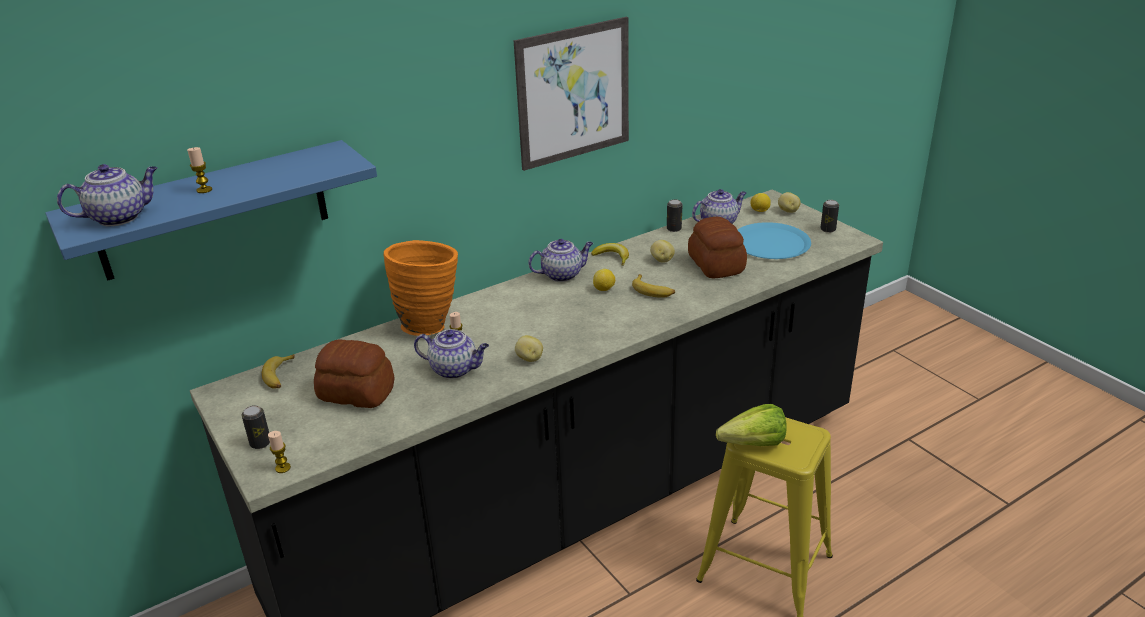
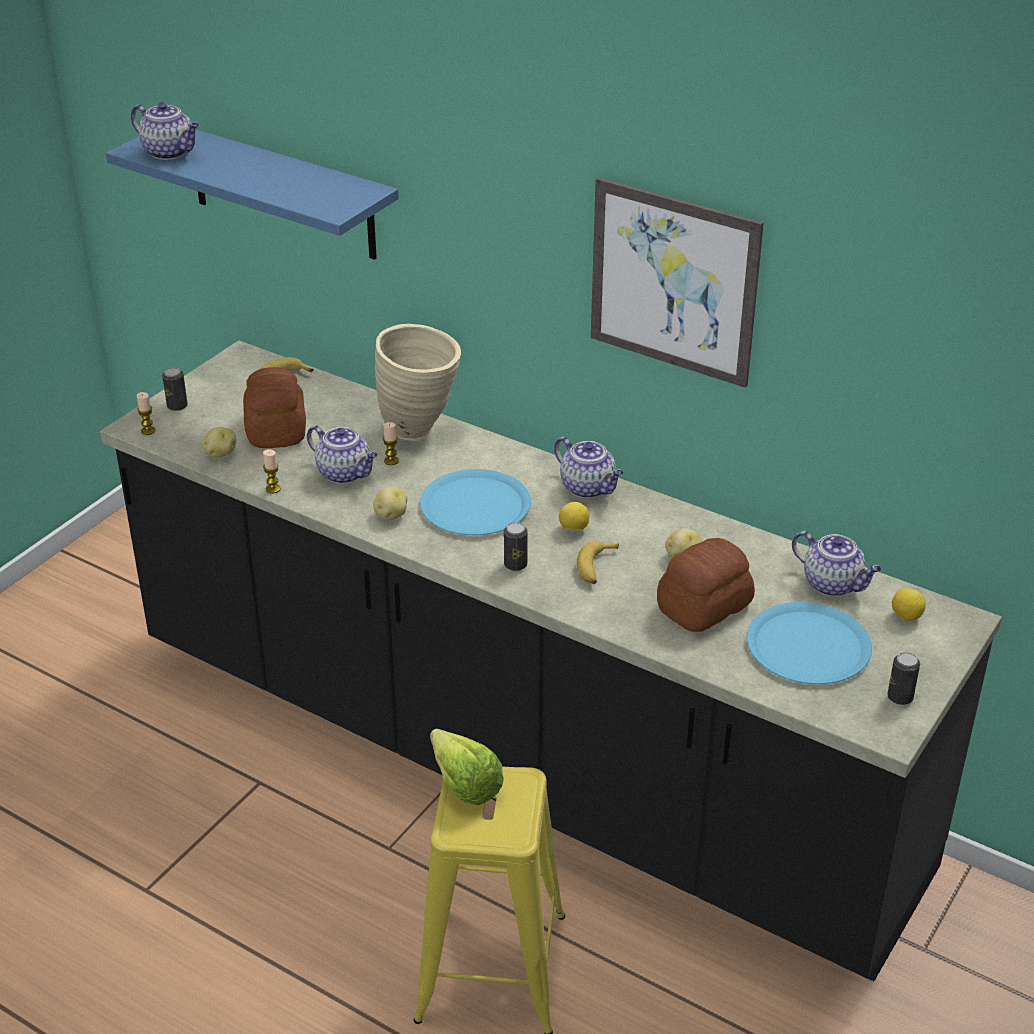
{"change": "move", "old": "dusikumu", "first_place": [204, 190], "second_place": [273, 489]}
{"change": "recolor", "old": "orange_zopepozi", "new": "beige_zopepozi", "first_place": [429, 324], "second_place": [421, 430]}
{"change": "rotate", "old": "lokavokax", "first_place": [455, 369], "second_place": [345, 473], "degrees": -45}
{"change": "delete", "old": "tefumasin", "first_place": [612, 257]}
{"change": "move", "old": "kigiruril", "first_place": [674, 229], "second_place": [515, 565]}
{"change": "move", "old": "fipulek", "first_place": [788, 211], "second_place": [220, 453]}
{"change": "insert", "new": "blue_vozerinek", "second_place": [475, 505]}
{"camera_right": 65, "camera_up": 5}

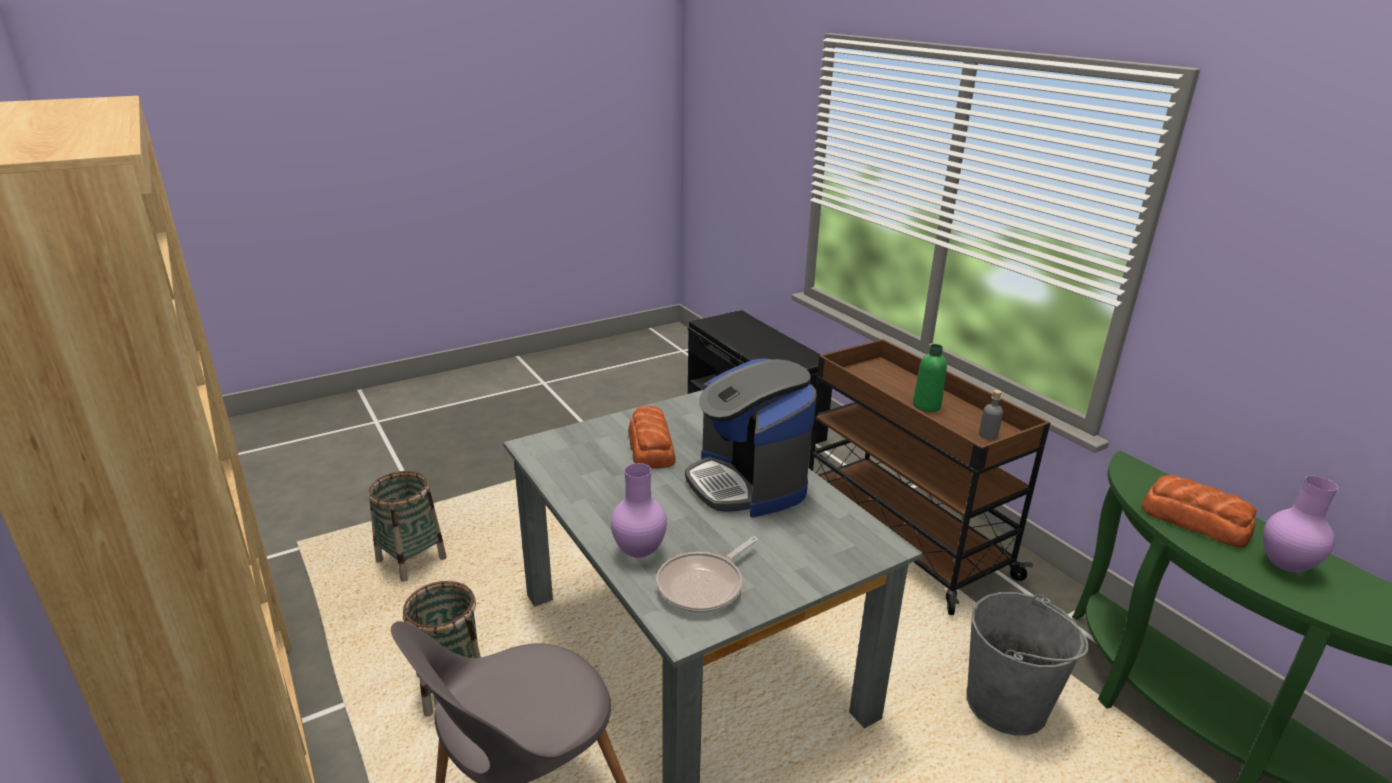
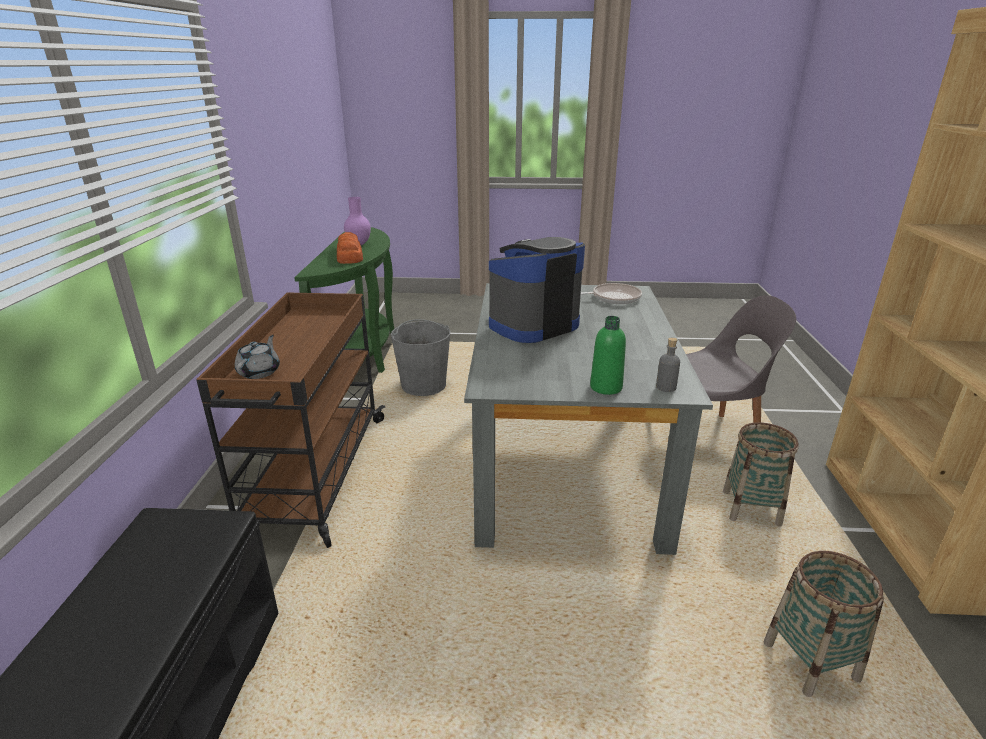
{"change": "delete", "old": "purple_zopepozi", "first_place": [638, 551]}
{"change": "delete", "old": "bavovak", "first_place": [651, 447]}
{"change": "rotate", "old": "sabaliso", "first_place": [747, 483], "second_place": [532, 325], "degrees": -135}
{"change": "move", "old": "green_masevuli", "first_place": [926, 405], "second_place": [606, 387]}
{"change": "move", "old": "grey_masevuli", "first_place": [988, 435], "second_place": [666, 387]}
{"change": "insert", "new": "grey_lokavokax", "second_place": [259, 372]}
{"camera_right": -145, "camera_up": 0}

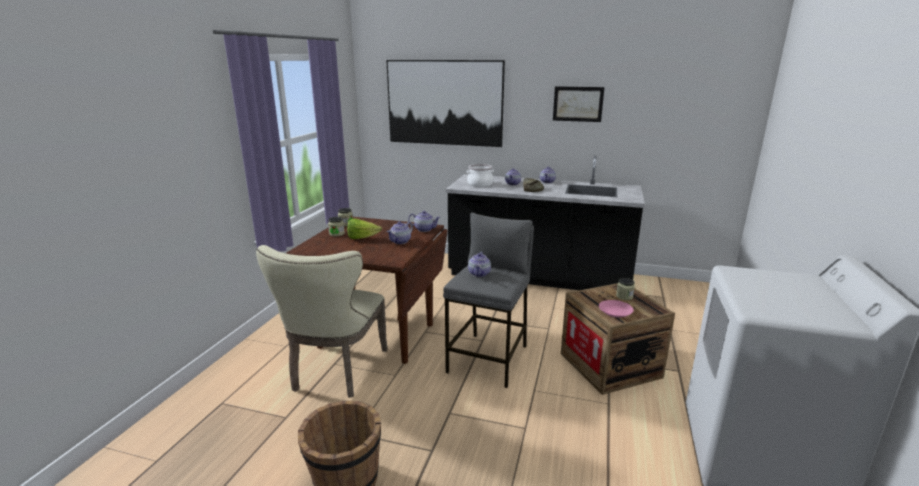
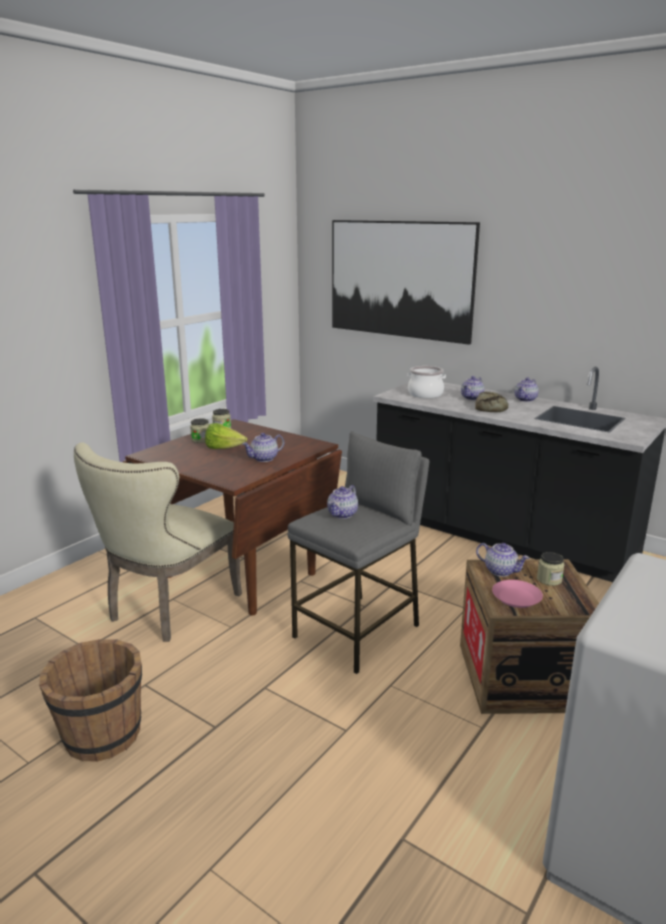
{"change": "move", "old": "lokavokax", "first_place": [424, 229], "second_place": [501, 571]}
{"change": "delete", "old": "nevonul", "first_place": [578, 104]}
{"camera_right": 20, "camera_up": 0}

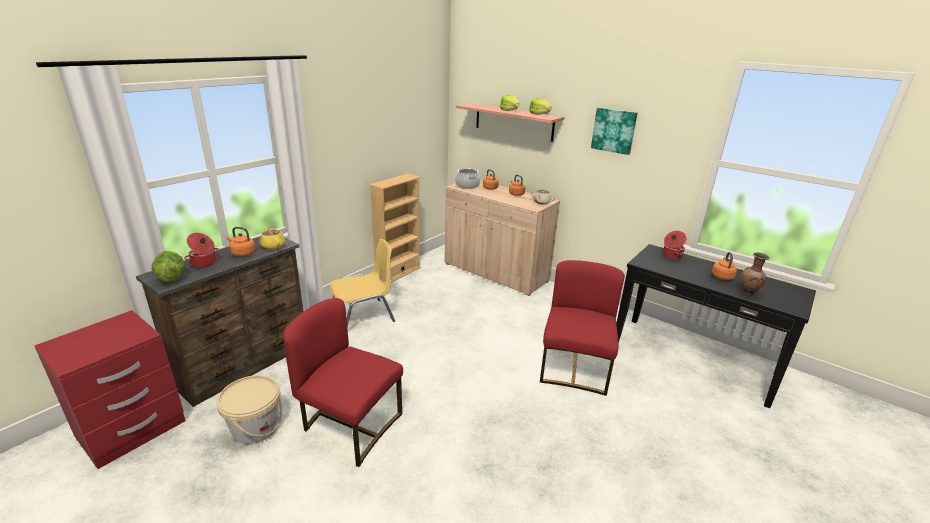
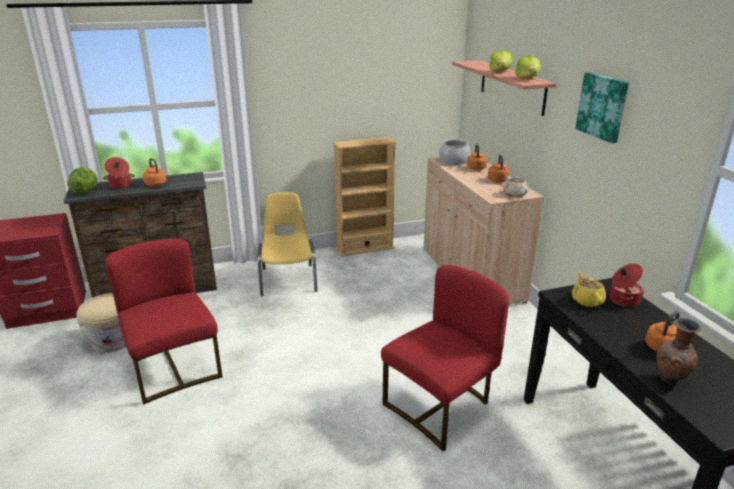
{"change": "move", "old": "yellow_lokavokax", "first_place": [273, 246], "second_place": [586, 300]}
{"change": "rotate", "old": "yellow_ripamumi", "first_place": [363, 316], "second_place": [288, 279], "degrees": -105}
{"camera_right": 35, "camera_up": 0}

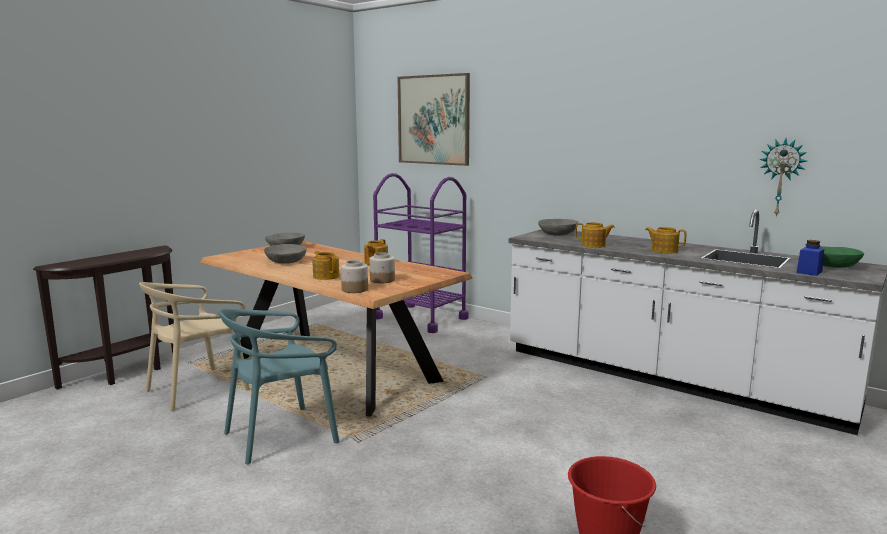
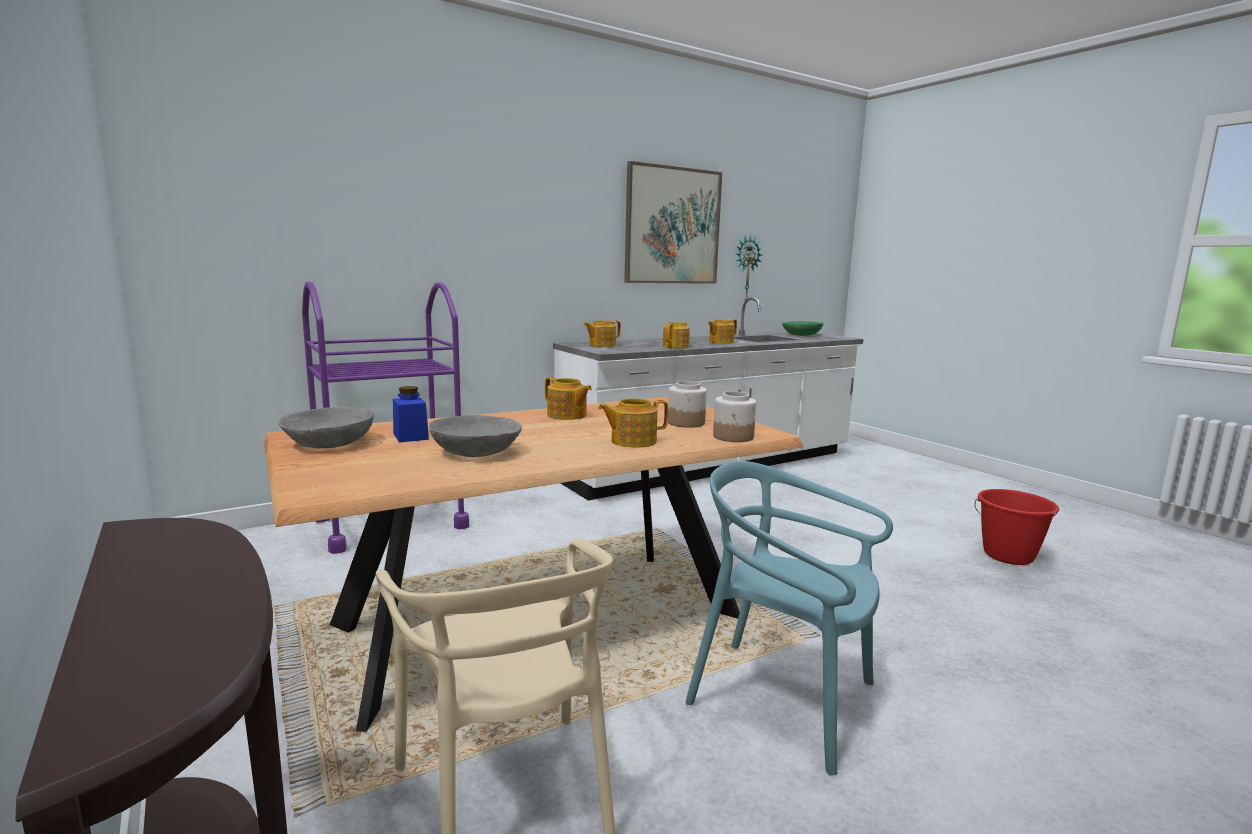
{"change": "rotate", "old": "turquoise_ripamumi", "first_place": [281, 435], "second_place": [782, 698], "degrees": 135}
{"change": "move", "old": "nevonul", "first_place": [433, 120], "second_place": [672, 226]}
{"change": "replace", "old": "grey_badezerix", "new": "lokavokax", "first_place": [557, 234], "second_place": [601, 345]}
{"change": "move", "old": "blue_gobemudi", "first_place": [809, 272], "second_place": [410, 436]}
{"camera_right": -70, "camera_up": 0}

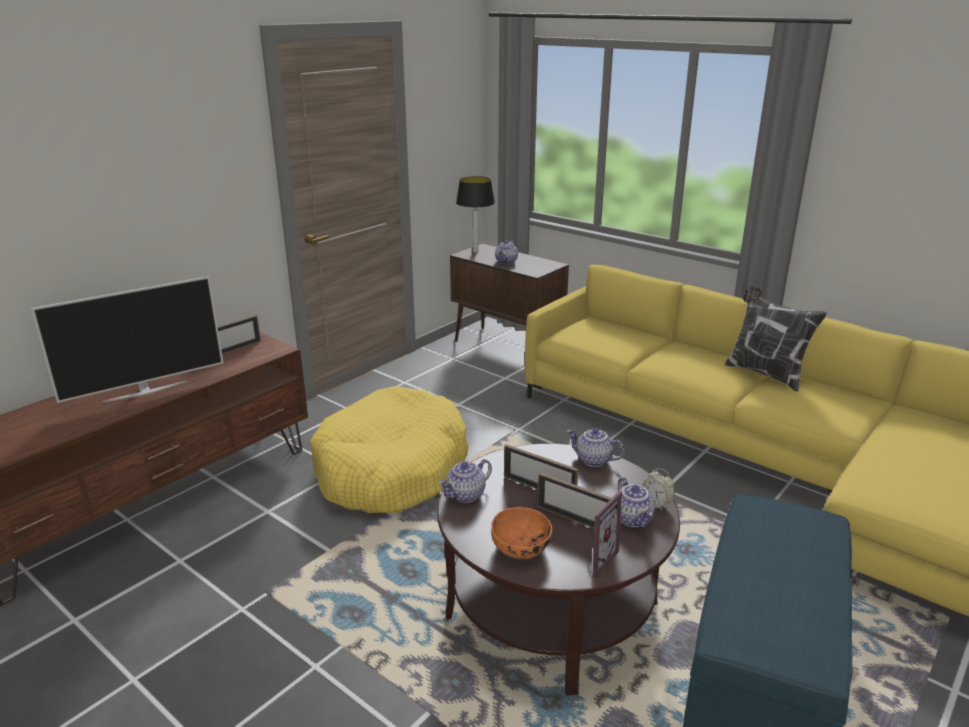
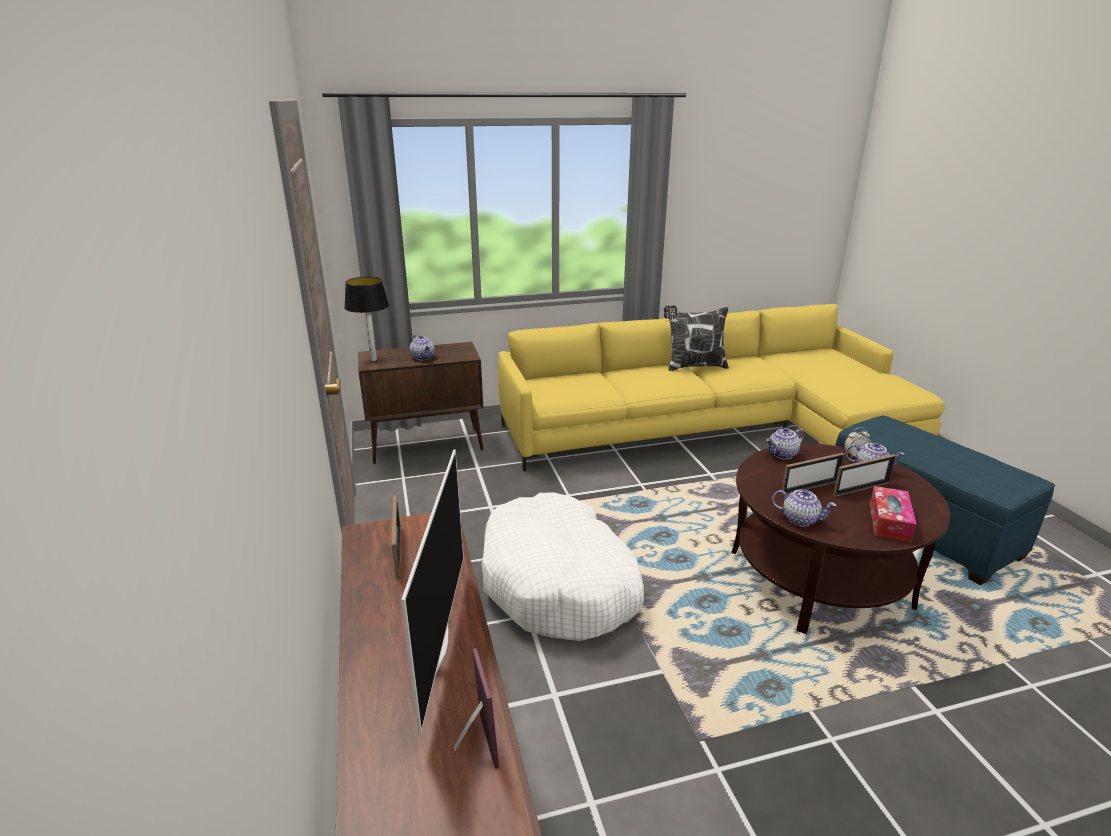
{"change": "recolor", "old": "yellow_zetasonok", "new": "white_zetasonok", "first_place": [391, 469], "second_place": [559, 583]}
{"change": "rotate", "old": "lokavokax", "first_place": [465, 495], "second_place": [800, 519], "degrees": -60}
{"change": "replace", "old": "orange_badezerix", "new": "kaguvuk", "first_place": [520, 548], "second_place": [889, 521]}
{"change": "move", "old": "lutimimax", "first_place": [594, 559], "second_place": [473, 745]}
{"camera_right": -55, "camera_up": 0}

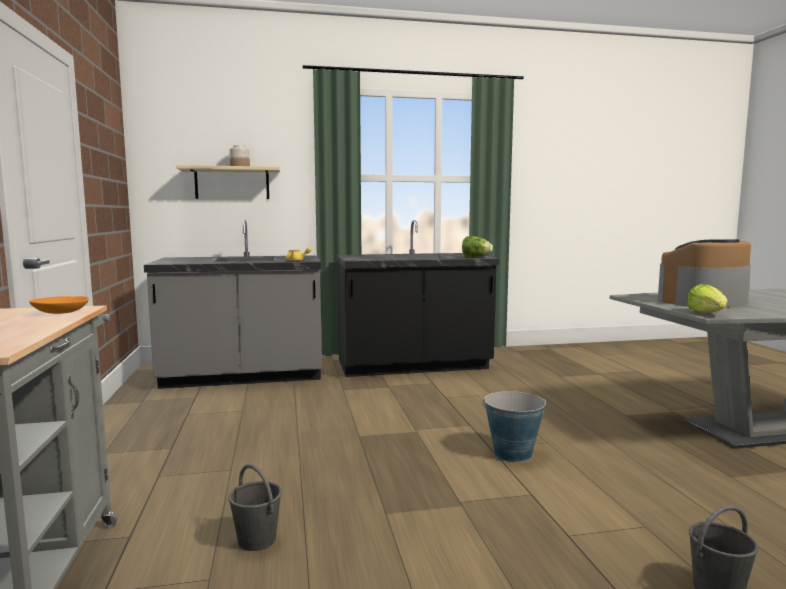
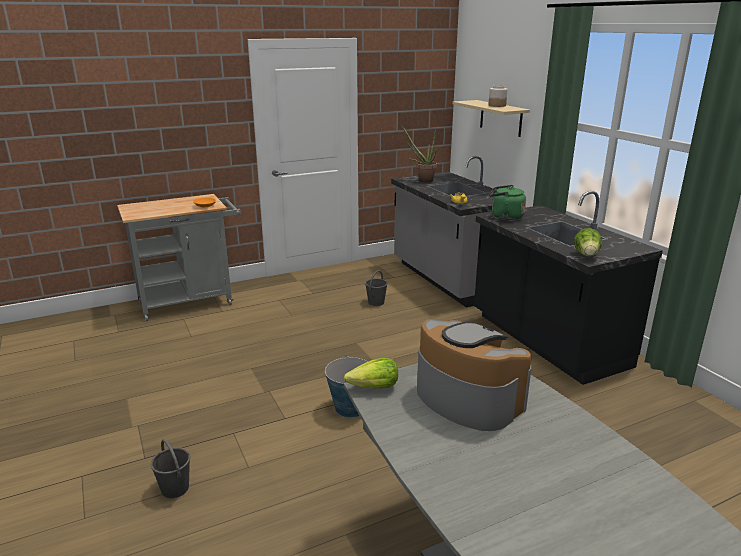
{"change": "move", "old": "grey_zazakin", "first_place": [256, 540], "second_place": [376, 302]}
{"change": "insert", "new": "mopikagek", "second_place": [422, 180]}
{"change": "insert", "new": "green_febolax", "second_place": [505, 217]}
{"camera_right": 75, "camera_up": 15}

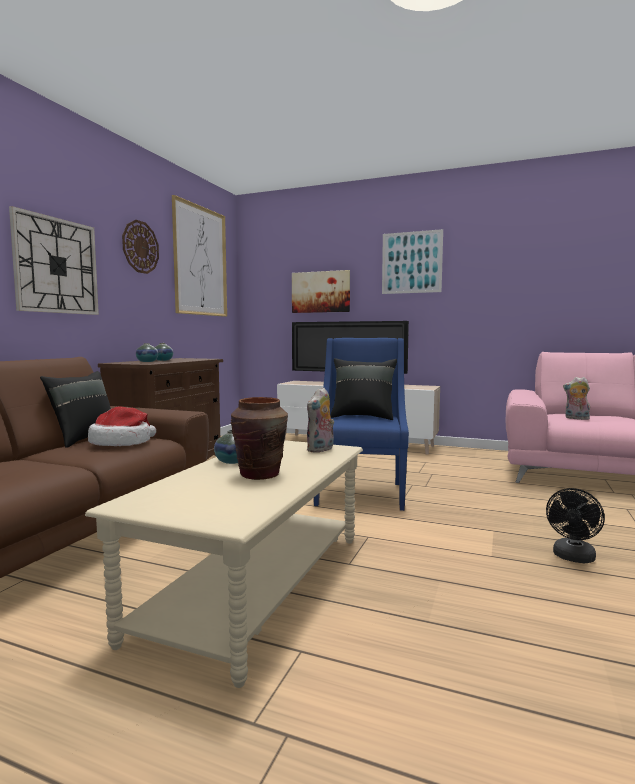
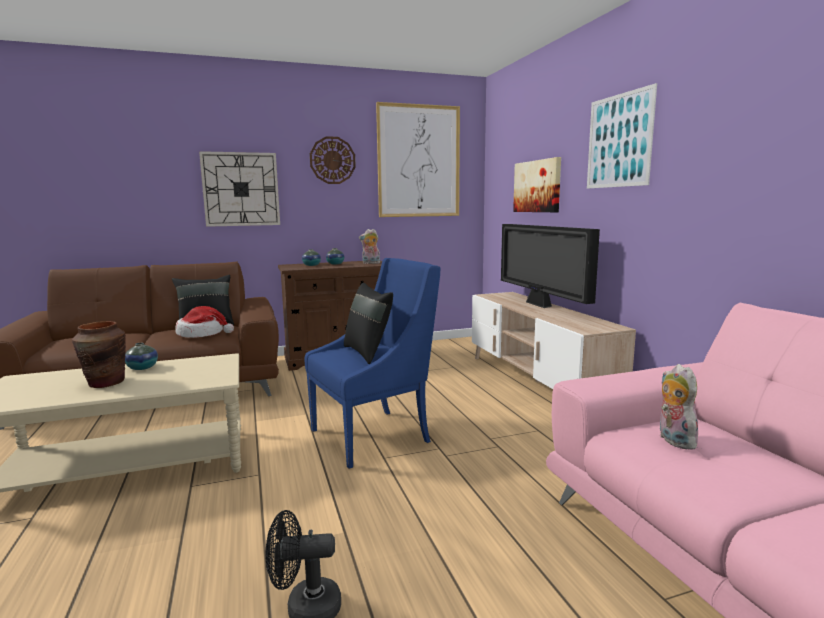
{"change": "move", "old": "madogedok", "first_place": [321, 450], "second_place": [370, 263]}
{"camera_right": 50, "camera_up": 5}

